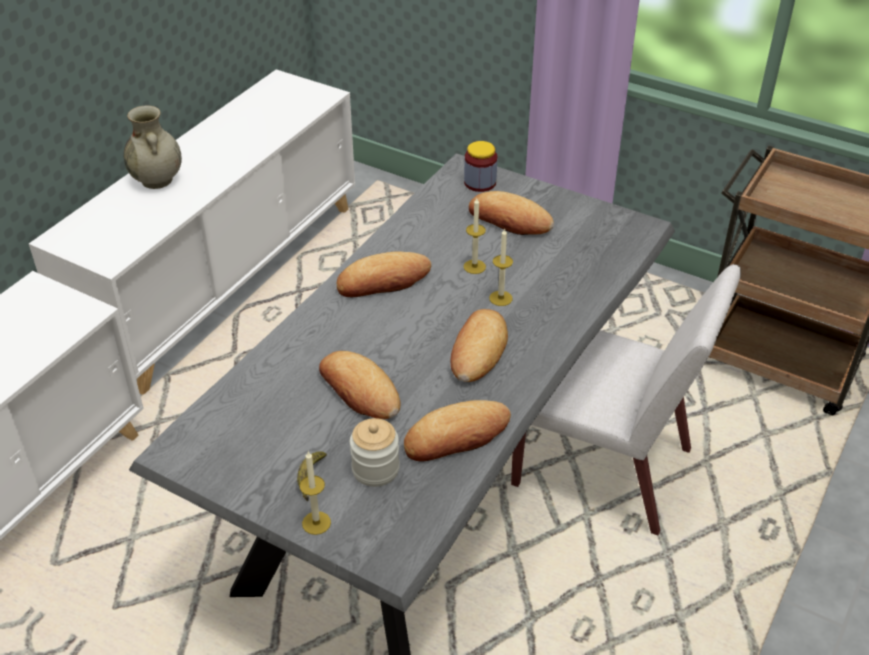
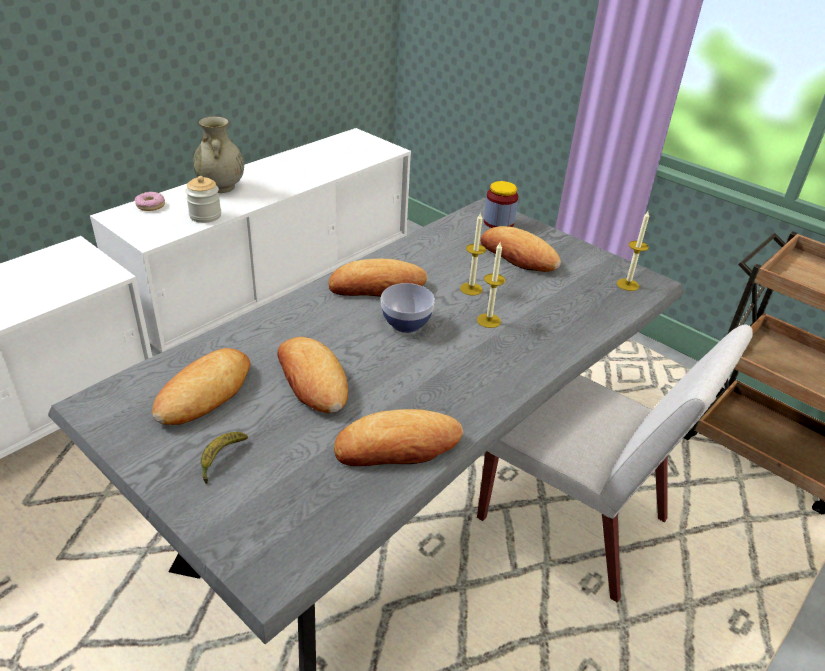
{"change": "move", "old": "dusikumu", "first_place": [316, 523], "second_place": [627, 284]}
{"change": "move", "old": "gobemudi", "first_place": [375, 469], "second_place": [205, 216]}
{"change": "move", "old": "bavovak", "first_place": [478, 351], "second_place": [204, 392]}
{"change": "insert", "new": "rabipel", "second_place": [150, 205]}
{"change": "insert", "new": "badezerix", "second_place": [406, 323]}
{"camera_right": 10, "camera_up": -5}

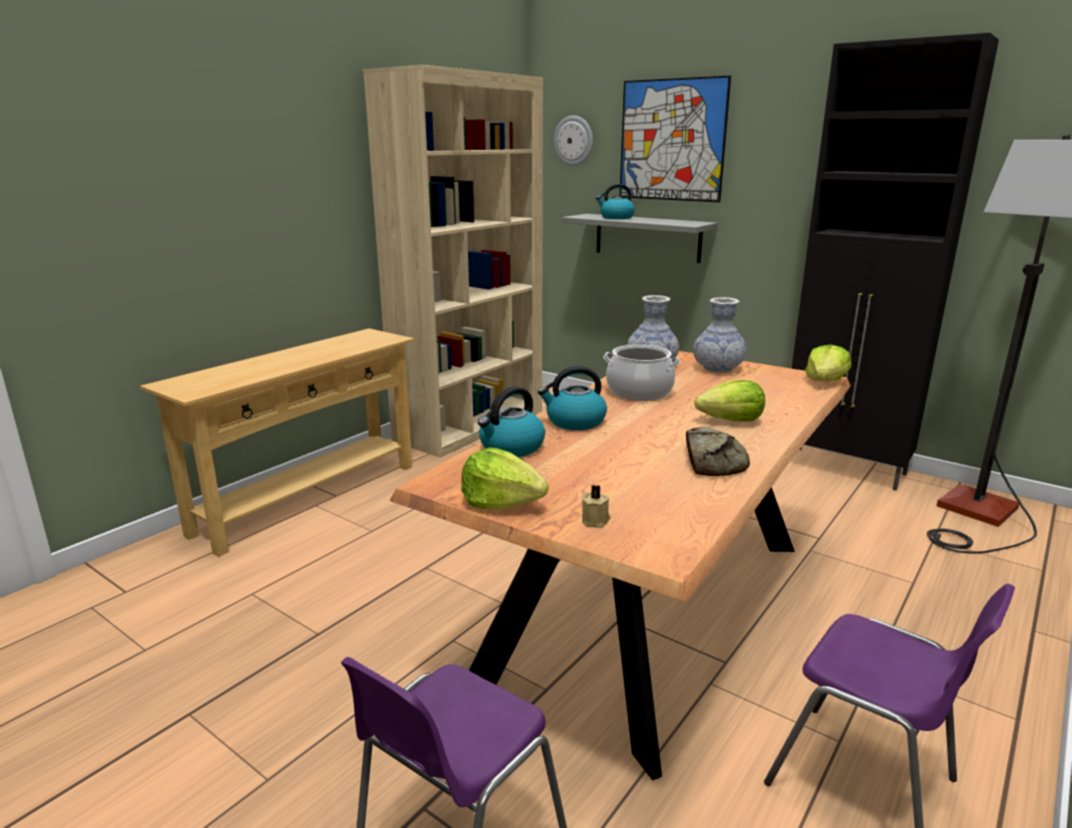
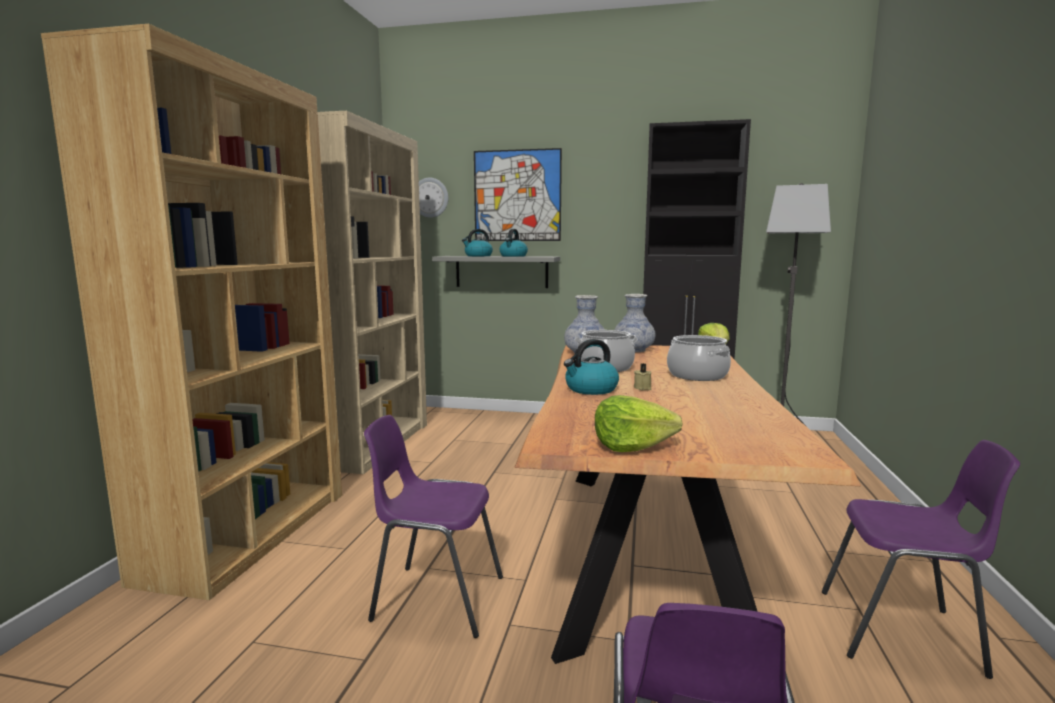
{"change": "replace", "old": "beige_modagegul", "new": "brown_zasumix", "first_place": [308, 498], "second_place": [249, 534]}
{"change": "move", "old": "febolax", "first_place": [511, 447], "second_place": [513, 256]}
{"change": "move", "old": "beige_dusikumu", "first_place": [596, 520], "second_place": [643, 388]}
{"change": "delete", "old": "bavovak", "first_place": [712, 461]}
{"change": "replace", "old": "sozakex", "new": "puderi", "first_place": [731, 420], "second_place": [698, 375]}
{"change": "insert", "new": "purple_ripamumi", "second_place": [435, 598]}
{"camera_right": -25, "camera_up": -10}

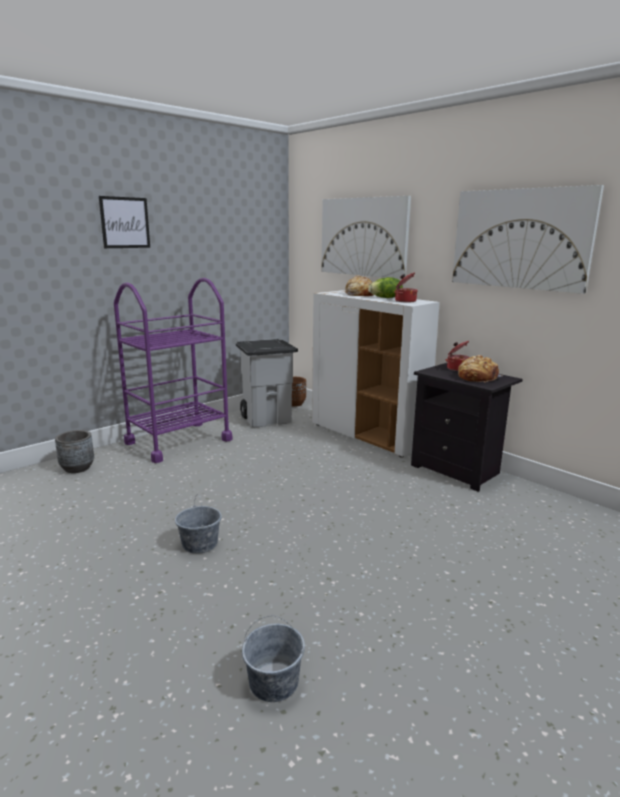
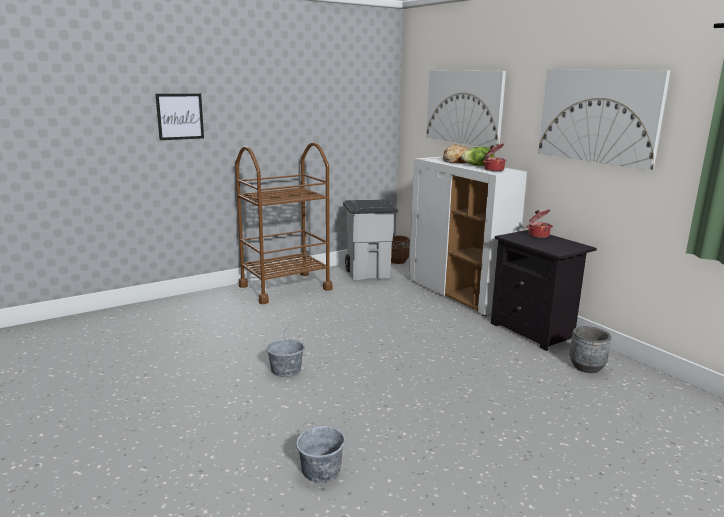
{"change": "move", "old": "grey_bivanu", "first_place": [77, 468], "second_place": [586, 367]}
{"change": "move", "old": "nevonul", "first_place": [125, 222], "second_place": [180, 116]}
{"change": "recolor", "old": "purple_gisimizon", "new": "brown_gisimizon", "first_place": [178, 441], "second_place": [285, 287]}
{"change": "delete", "old": "bavovak", "first_place": [477, 377]}
{"camera_right": 10, "camera_up": 0}

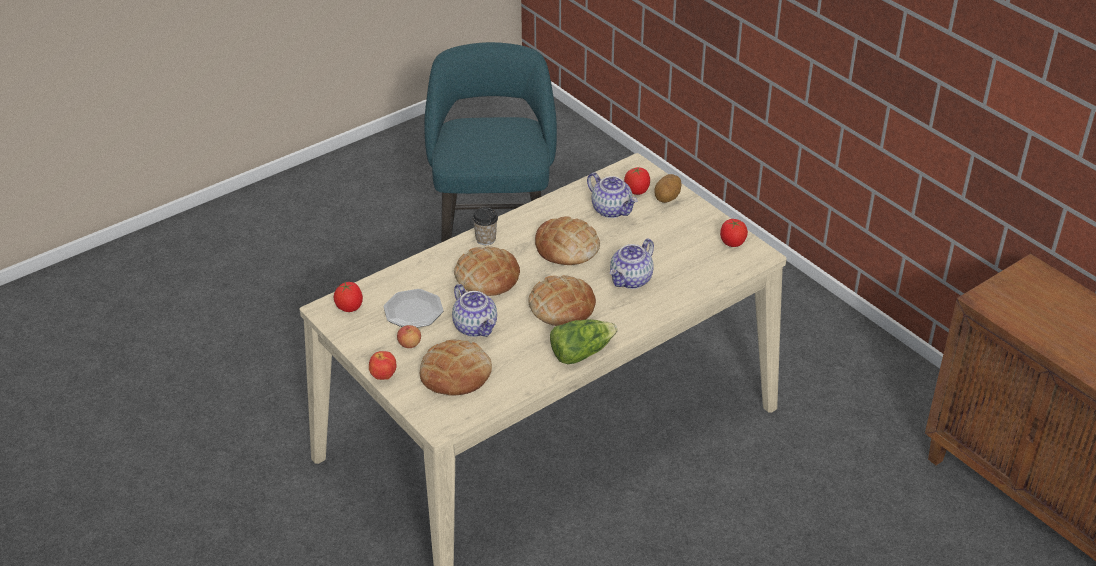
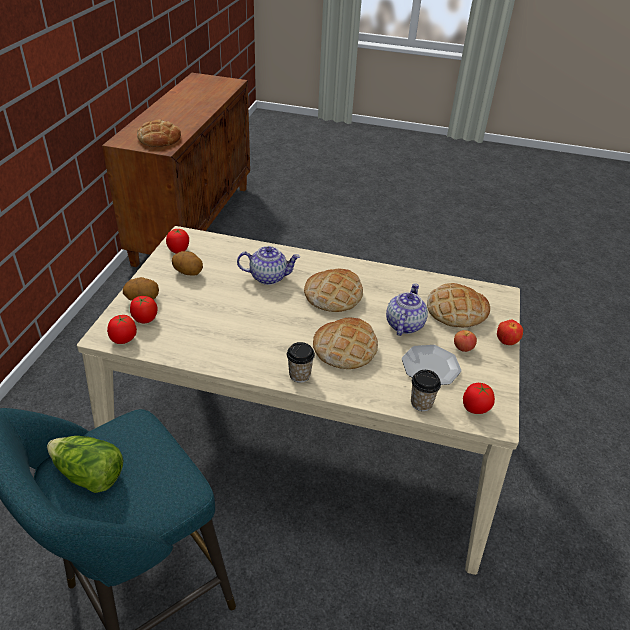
{"change": "move", "old": "bavovak", "first_place": [567, 247], "second_place": [159, 139]}
{"change": "move", "old": "sozakex", "first_place": [581, 353], "second_place": [89, 474]}
{"change": "delete", "old": "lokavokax", "first_place": [612, 210]}
{"change": "insert", "new": "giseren", "second_place": [123, 339]}
{"change": "insert", "new": "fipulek", "second_place": [188, 272]}
{"change": "insert", "new": "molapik", "second_place": [421, 403]}
{"camera_right": -130, "camera_up": 0}

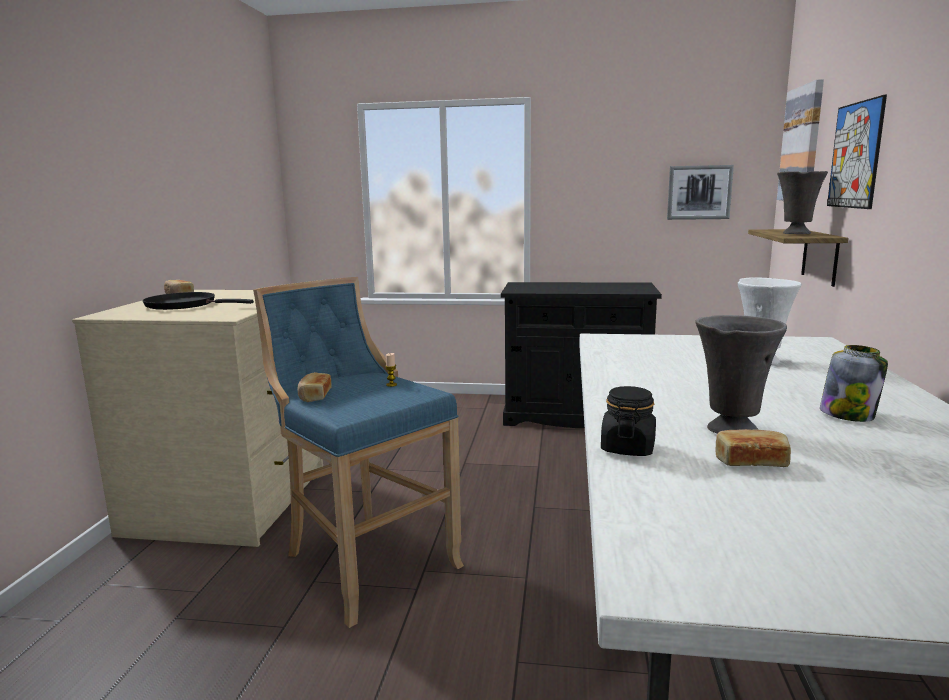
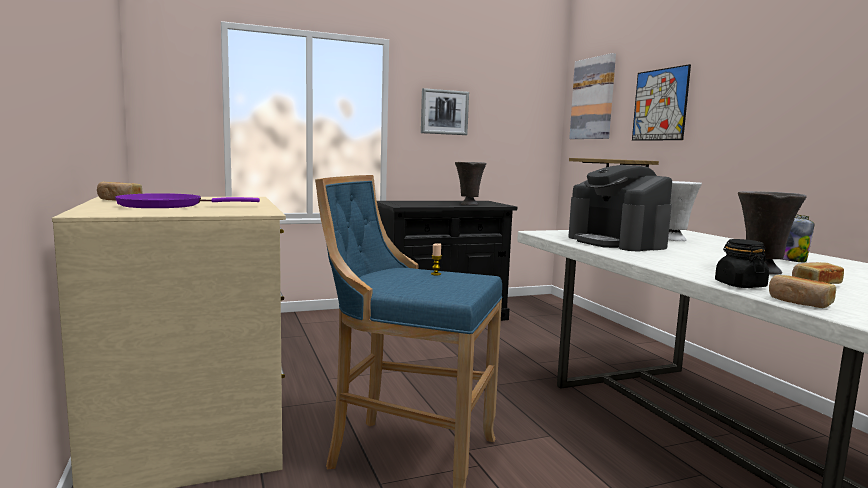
{"change": "recolor", "old": "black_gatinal", "new": "purple_gatinal", "first_place": [185, 305], "second_place": [166, 206]}
{"change": "move", "old": "bavovak", "first_place": [314, 396], "second_place": [799, 302]}
{"change": "move", "old": "nevonul", "first_place": [699, 192], "second_place": [444, 112]}
{"change": "move", "old": "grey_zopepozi", "first_place": [795, 234], "second_place": [468, 205]}
{"change": "insert", "new": "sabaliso", "second_place": [617, 242]}
{"camera_right": -30, "camera_up": -5}

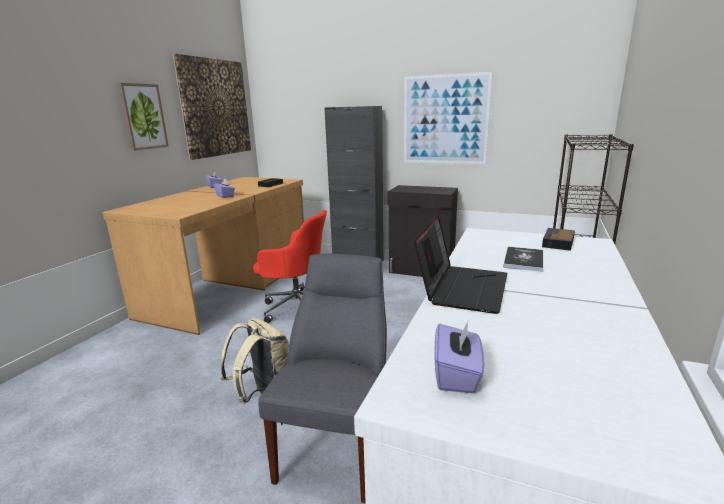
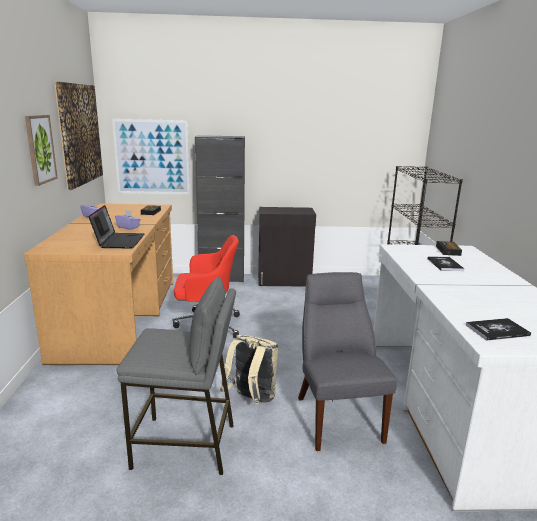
{"change": "move", "old": "nevonul", "first_place": [445, 120], "second_place": [152, 157]}
{"change": "move", "old": "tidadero", "first_place": [461, 288], "second_place": [119, 241]}
{"change": "replace", "old": "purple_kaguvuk", "new": "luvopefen", "first_place": [457, 375], "second_place": [497, 330]}
{"change": "insert", "new": "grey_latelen", "second_place": [185, 445]}
{"camera_right": -25, "camera_up": 0}

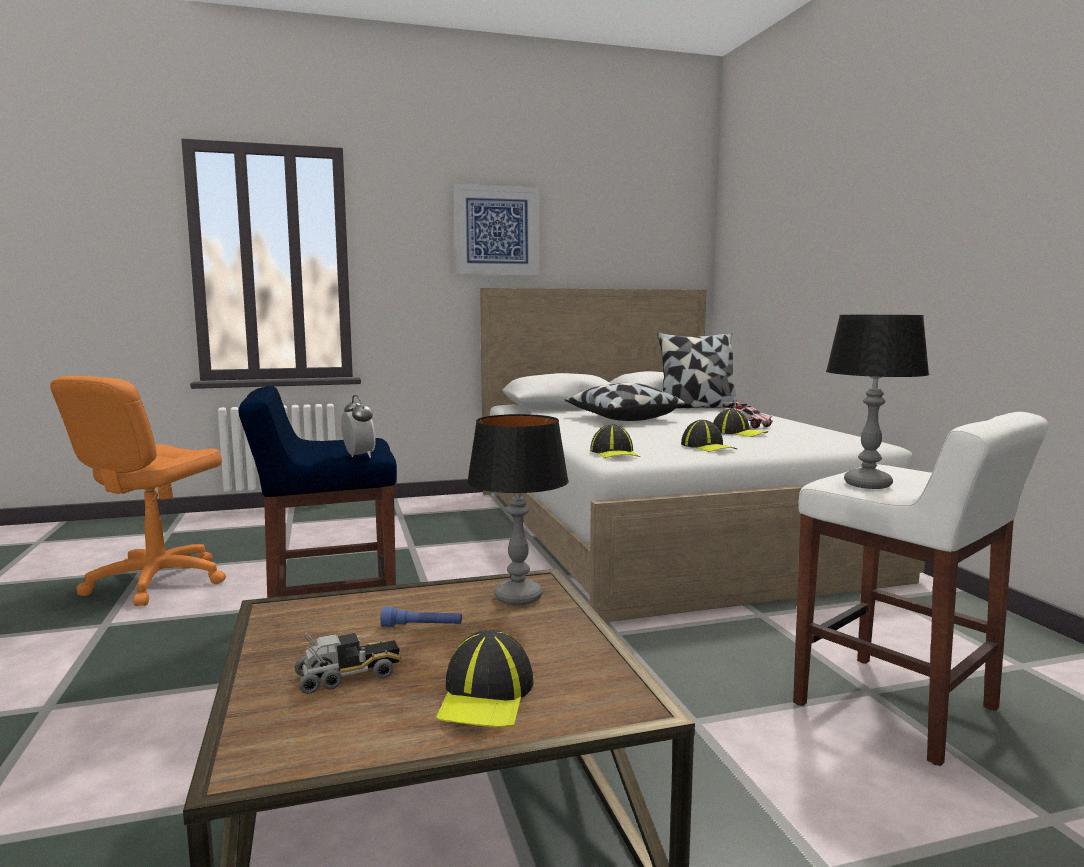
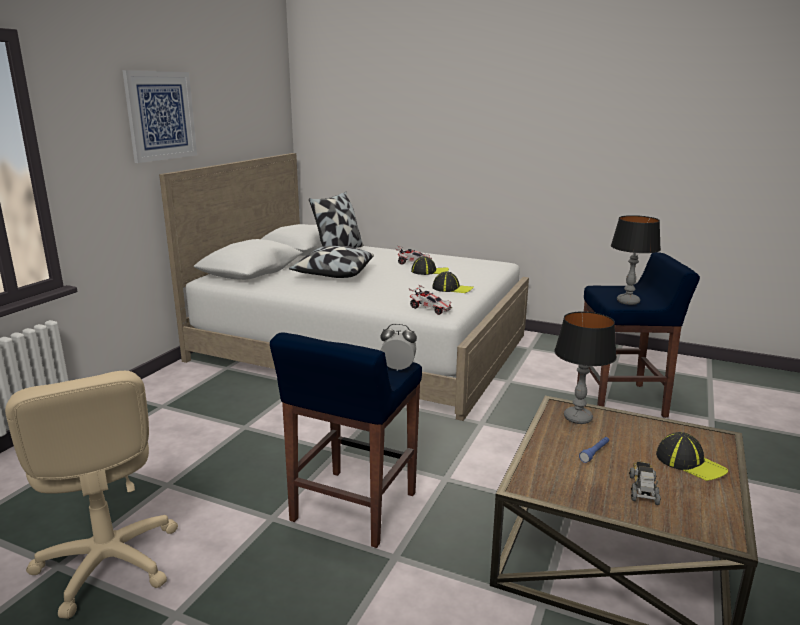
{"change": "recolor", "old": "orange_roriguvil", "new": "beige_roriguvil", "first_place": [157, 581], "second_place": [108, 563]}
{"change": "replace", "old": "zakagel", "new": "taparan", "first_place": [615, 453], "second_place": [430, 309]}
{"change": "recolor", "old": "white_latelen", "new": "blue_latelen", "first_place": [898, 708], "second_place": [622, 401]}
{"camera_right": -50, "camera_up": 10}

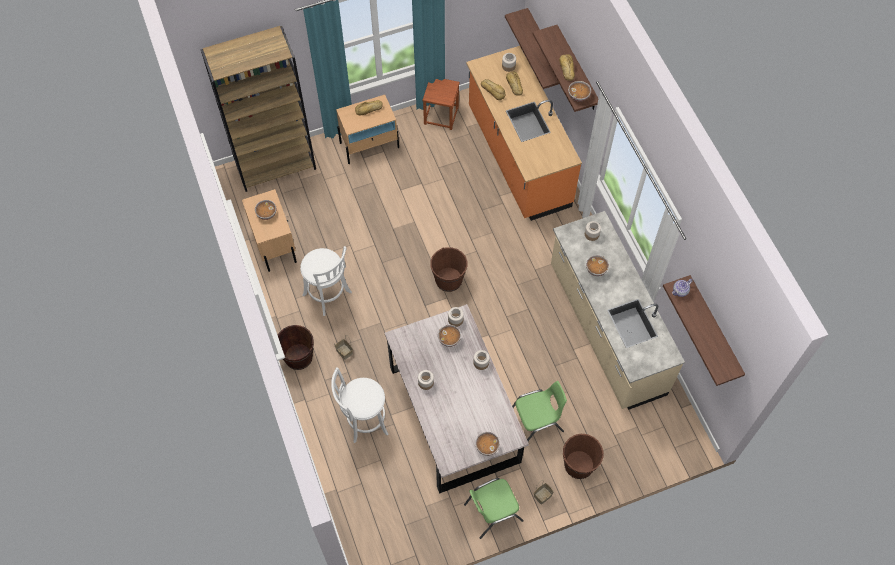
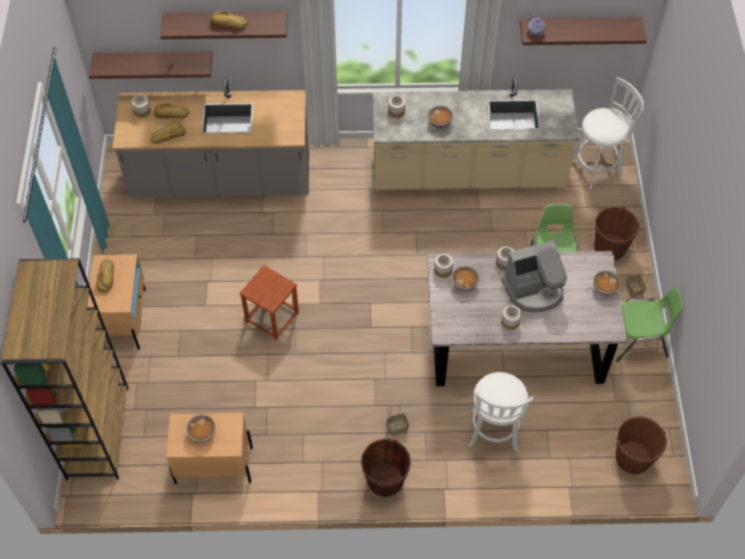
{"change": "move", "old": "white_latelen", "first_place": [328, 295], "second_place": [597, 167]}
{"change": "move", "old": "brown_latelen", "first_place": [441, 115], "second_place": [271, 317]}
{"change": "move", "old": "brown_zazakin", "first_place": [448, 280], "second_place": [633, 458]}
{"change": "rotate", "old": "green_ripamumi", "first_place": [492, 512], "second_place": [639, 340], "degrees": -90}
{"change": "recolor", "old": "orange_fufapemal", "new": "grey_fufapemal", "first_place": [517, 157], "second_place": [221, 179]}
{"change": "delete", "old": "badezerix", "first_place": [579, 96]}
{"change": "insert", "new": "sabaliso", "second_place": [534, 290]}
{"camera_right": -70, "camera_up": -5}

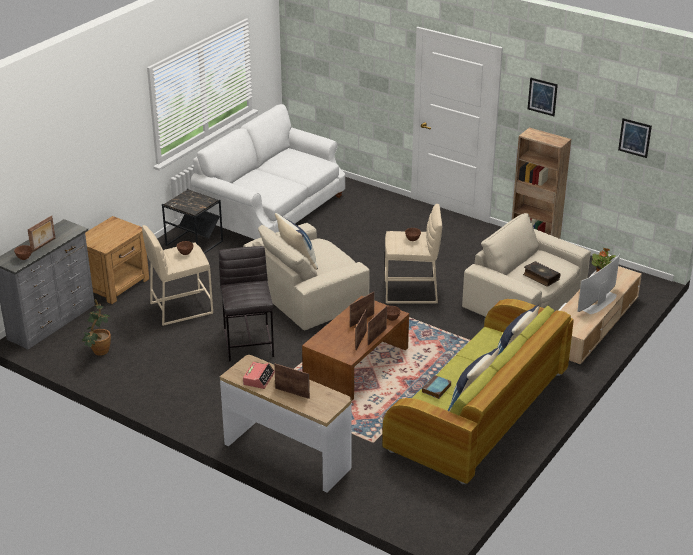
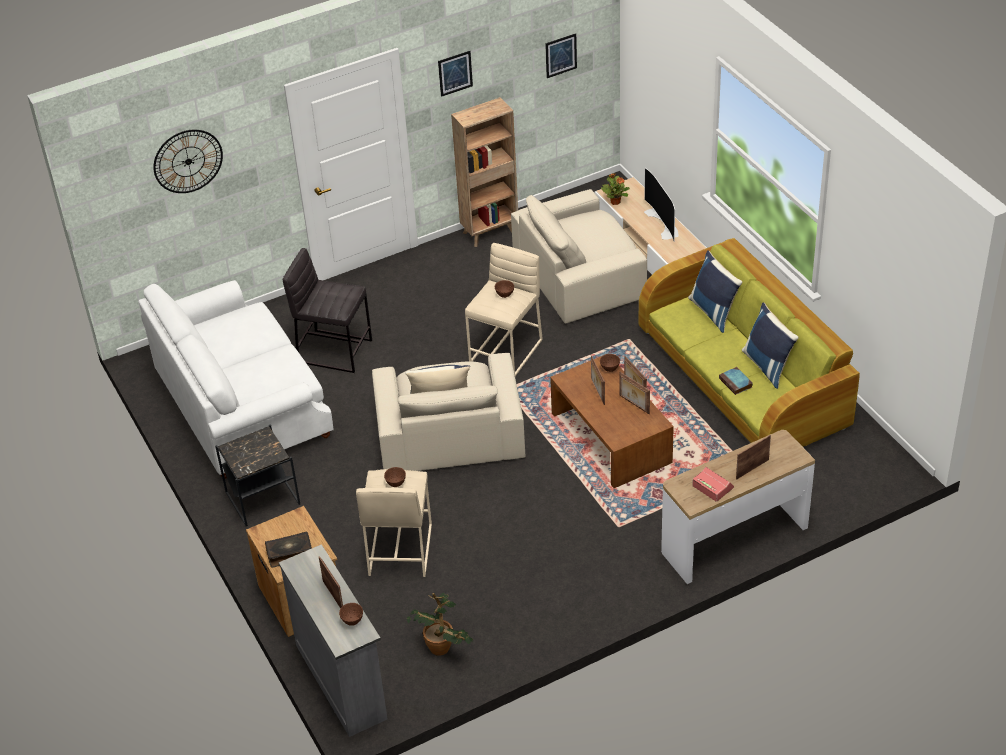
{"change": "move", "old": "grey_latelen", "first_place": [249, 342], "second_place": [334, 350]}
{"change": "move", "old": "luvopefen", "first_place": [540, 277], "second_place": [289, 553]}
{"change": "insert", "new": "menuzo", "second_place": [188, 161]}
{"camera_right": -60, "camera_up": 10}

